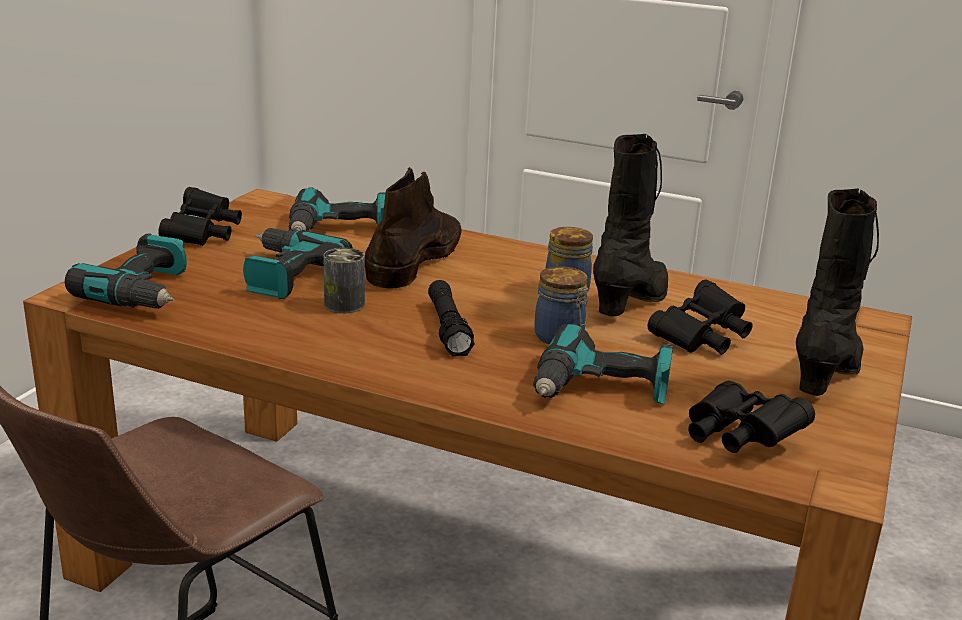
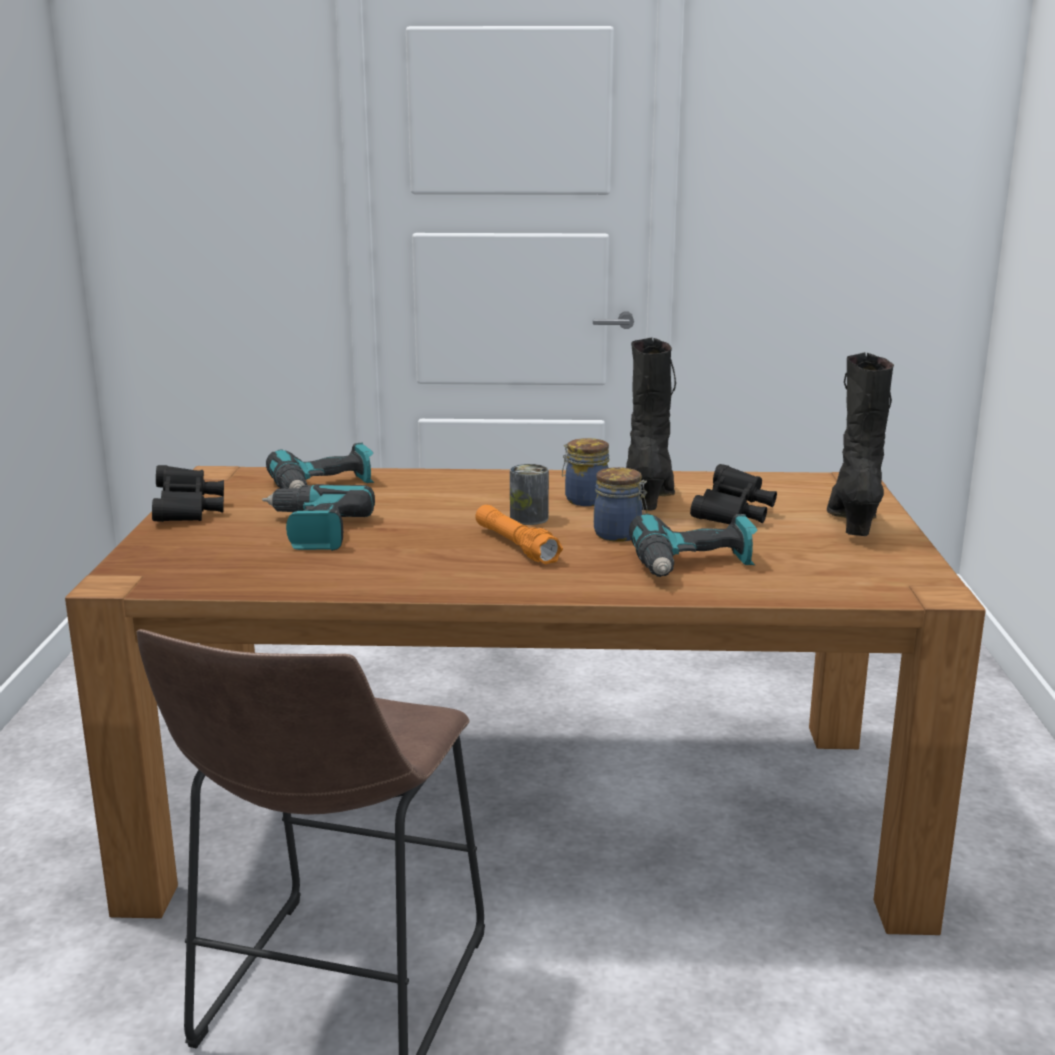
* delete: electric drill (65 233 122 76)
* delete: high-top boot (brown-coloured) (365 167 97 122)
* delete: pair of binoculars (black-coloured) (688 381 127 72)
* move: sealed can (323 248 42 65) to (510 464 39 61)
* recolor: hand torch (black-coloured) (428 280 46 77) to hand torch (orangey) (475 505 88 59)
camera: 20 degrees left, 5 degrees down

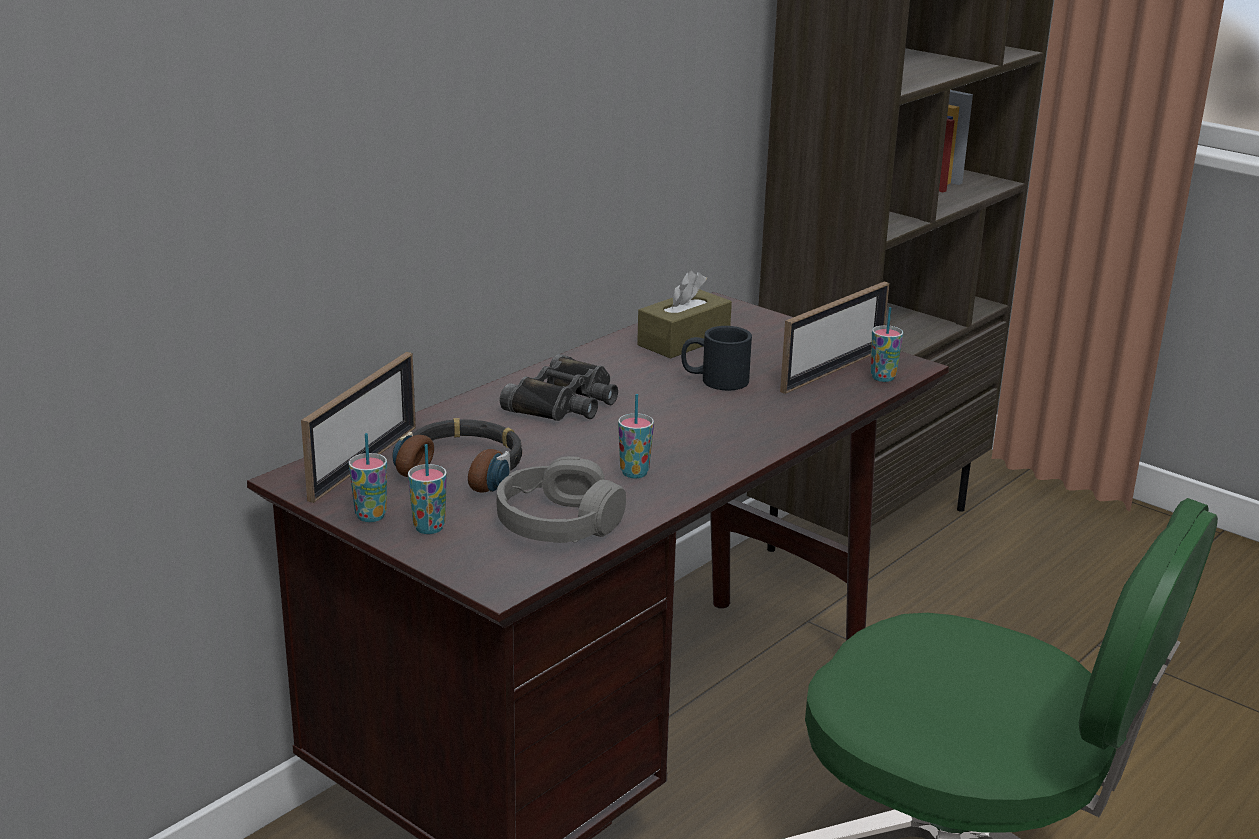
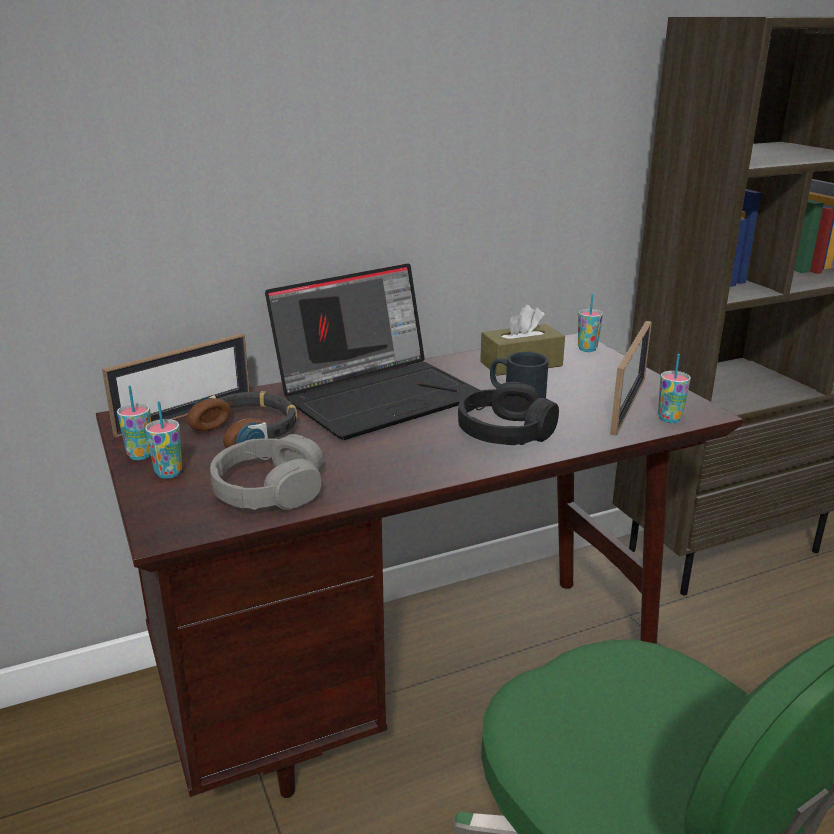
* insert: headphones (black-coloured) (458 382 101 63)
* move: drinking cup (618 394 36 84) to (578 294 25 58)
* replace: pair of binoculars (black-coloured) (500 354 118 67) to notebook computer (265 263 215 177)
* rotate: photo frame (780 281 109 113) = (610 321 42 115) 45 degrees counterclockwise
camera: 25 degrees right, 0 degrees up

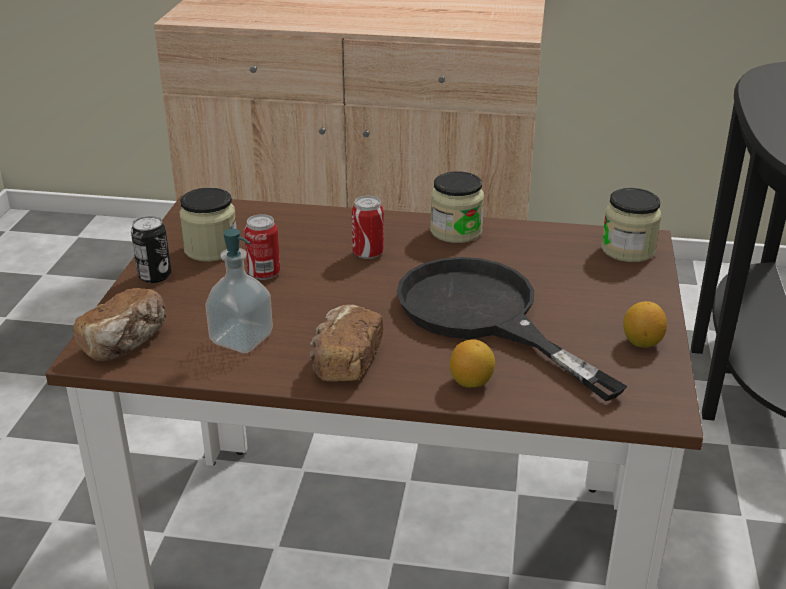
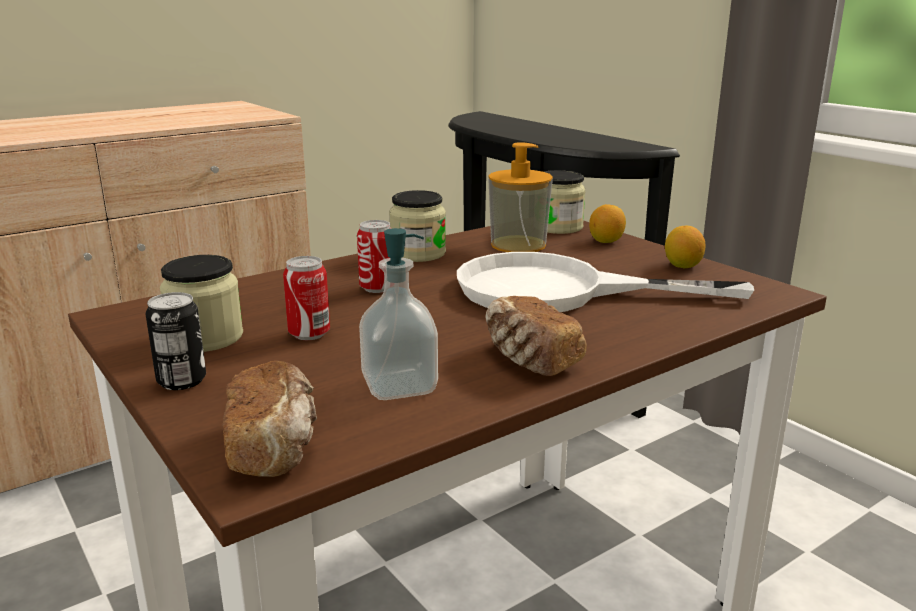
* insert: liquid soap bottle (488 142 65 110)
* move: whole lemon (450 339 45 49) to (589 204 37 39)
* recolor: skillet (black-coloured) (397 257 230 144) to skillet (white) (457 252 297 60)
camera: 45 degrees left, 10 degrees down

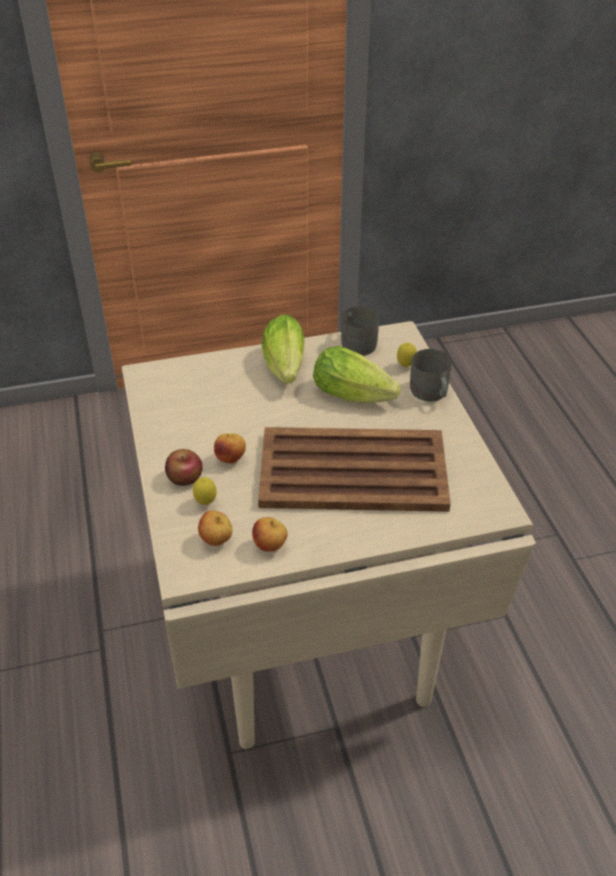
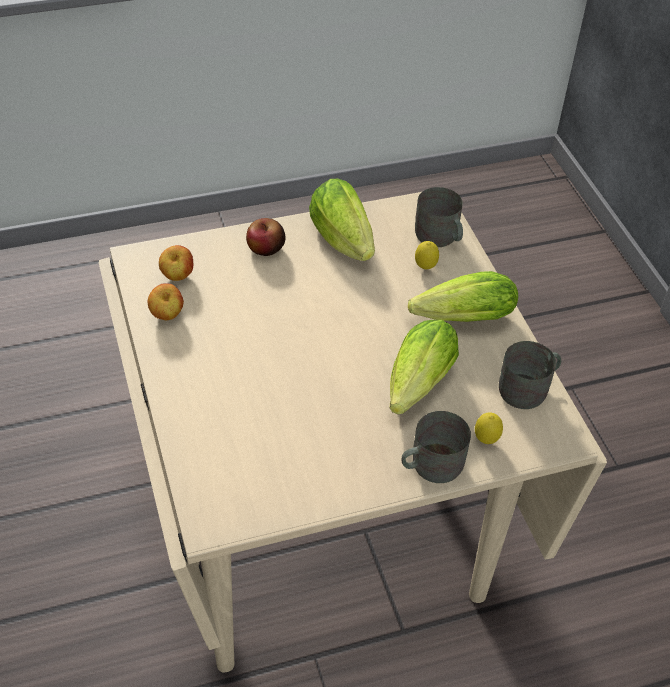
* delete: whole apple (214 433 32 31)
* delete: serving tray (brown-coloured) (258 427 193 85)
* insert: lettuce head (309 179 66 82)
* insert: tea mug (grey) (415 187 48 60)
* move: whole lemon (193 477 24 28) to (415 241 24 28)
camera: 85 degrees right, 5 degrees up

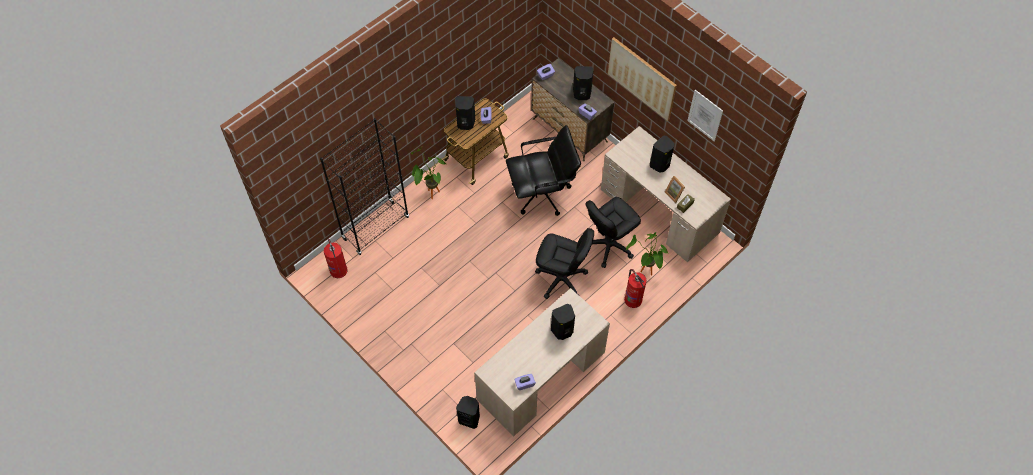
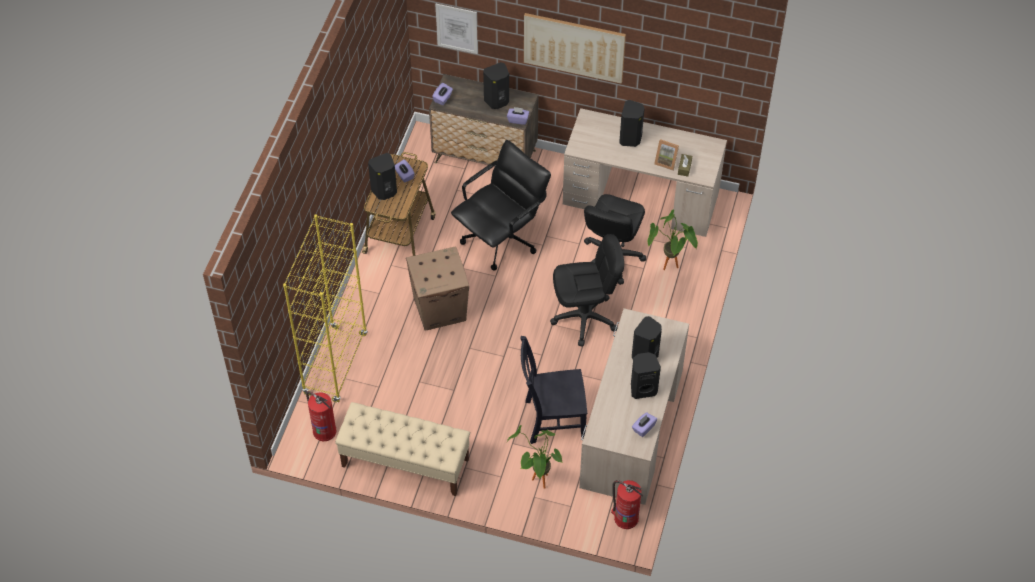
* insert: long seat (sand-coloured) (335 402 135 94)
* insert: cardboard box (406 246 63 85)
* insert: upright chair (black-coloured) (520 336 67 108)
* move: houseplant (411 146 35 53) to (507 425 56 64)
* move: loudspeaker (black-coloured) (456 396 24 33) to (631 352 30 47)
* move: extinguisher (624 269 23 39) to (611 480 32 49)
* move: picture (687 90 36 51) to (435 4 43 50)
* recolor: bookshelf (black-coloured) (320 118 89 137) to bookshelf (yellowish) (283 214 85 189)
camera: 30 degrees left, 5 degrees down

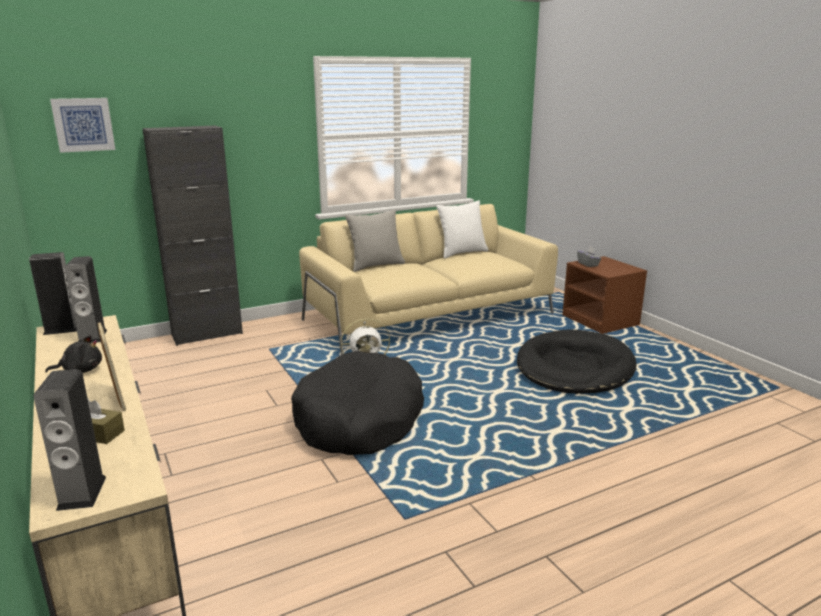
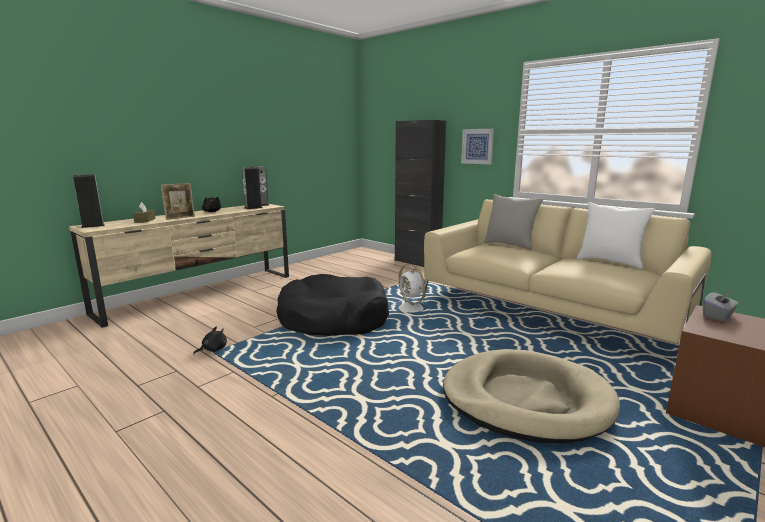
* insert: soft toy (black-coloured) (193 327 34 28)
* move: picture (50 98 66 55) to (461 129 33 36)
* recolor: pet bed (black-coloured) (517 330 120 64) to pet bed (sand-coloured) (443 349 177 94)
camera: 70 degrees right, 5 degrees down

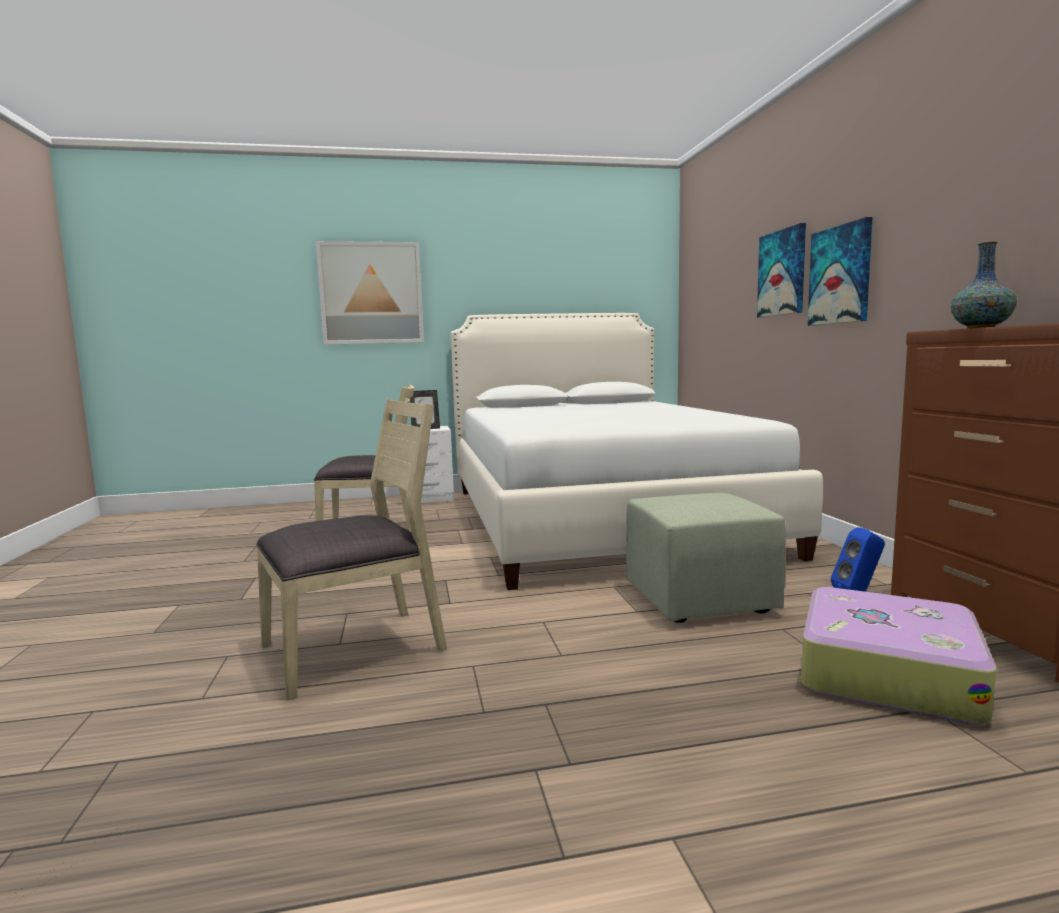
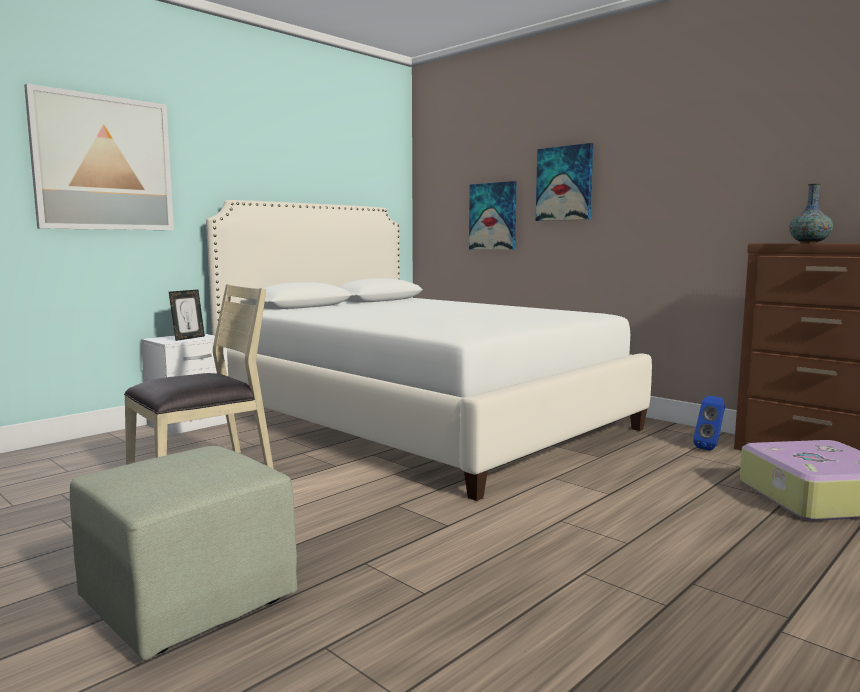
* delete: upright chair (sand-coloured) (256 399 191 302)
* move: footrest (green-coloured) (626 493 160 130) to (70 446 227 214)
* move: picture (808 217 65 109) to (469 181 48 69)
camera: 35 degrees left, 0 degrees up

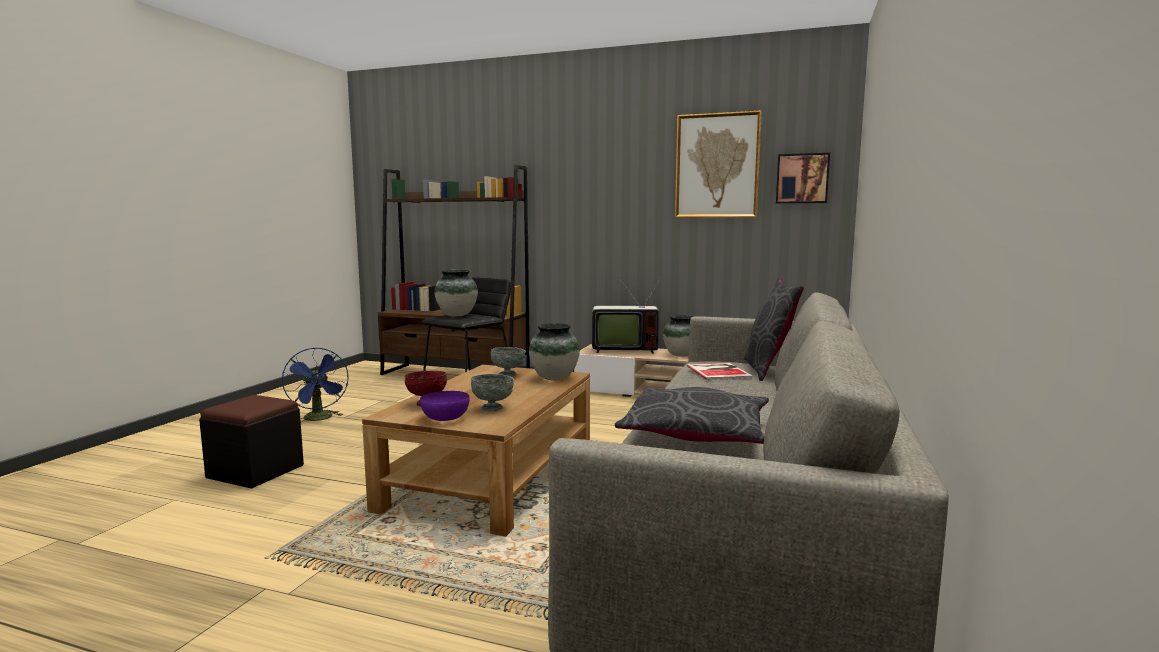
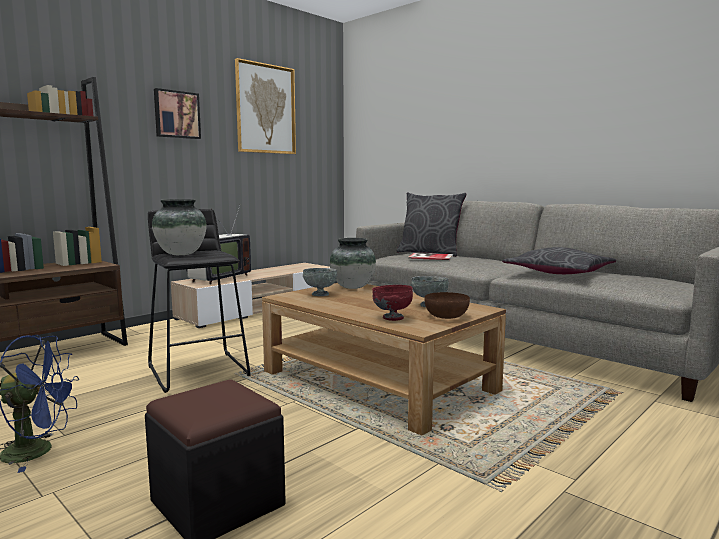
* delete: vase (663 315 30 42)
* move: picture (776 153 54 51) to (154 88 47 51)
* recolor: bowl (purple) (420 391 49 30) to bowl (brown-coloured) (424 292 46 27)
camera: 65 degrees left, 0 degrees up

